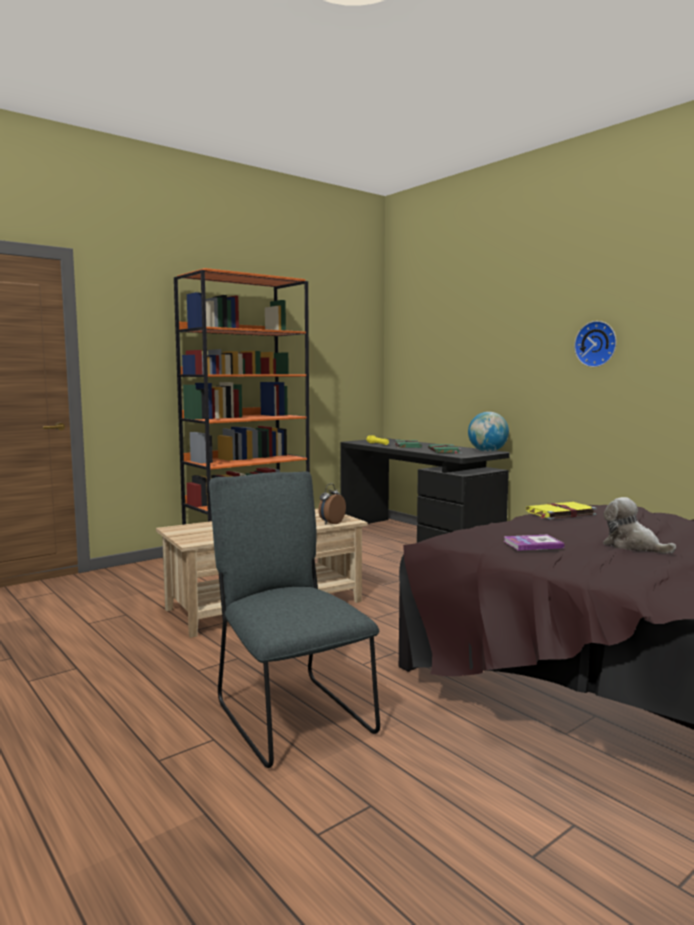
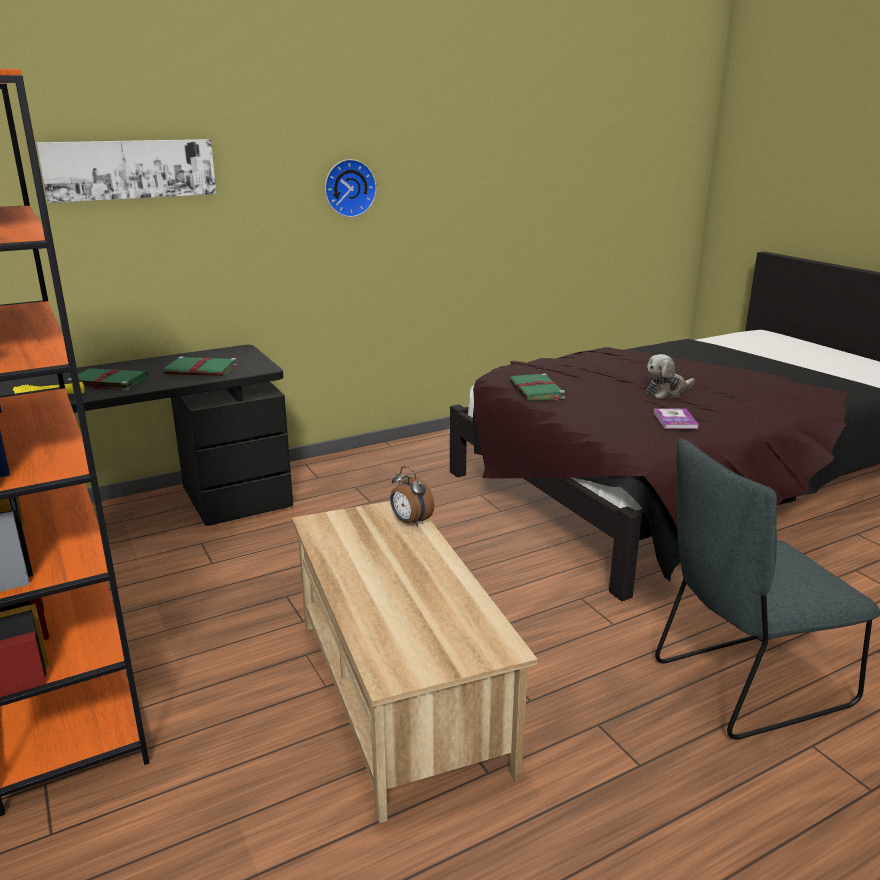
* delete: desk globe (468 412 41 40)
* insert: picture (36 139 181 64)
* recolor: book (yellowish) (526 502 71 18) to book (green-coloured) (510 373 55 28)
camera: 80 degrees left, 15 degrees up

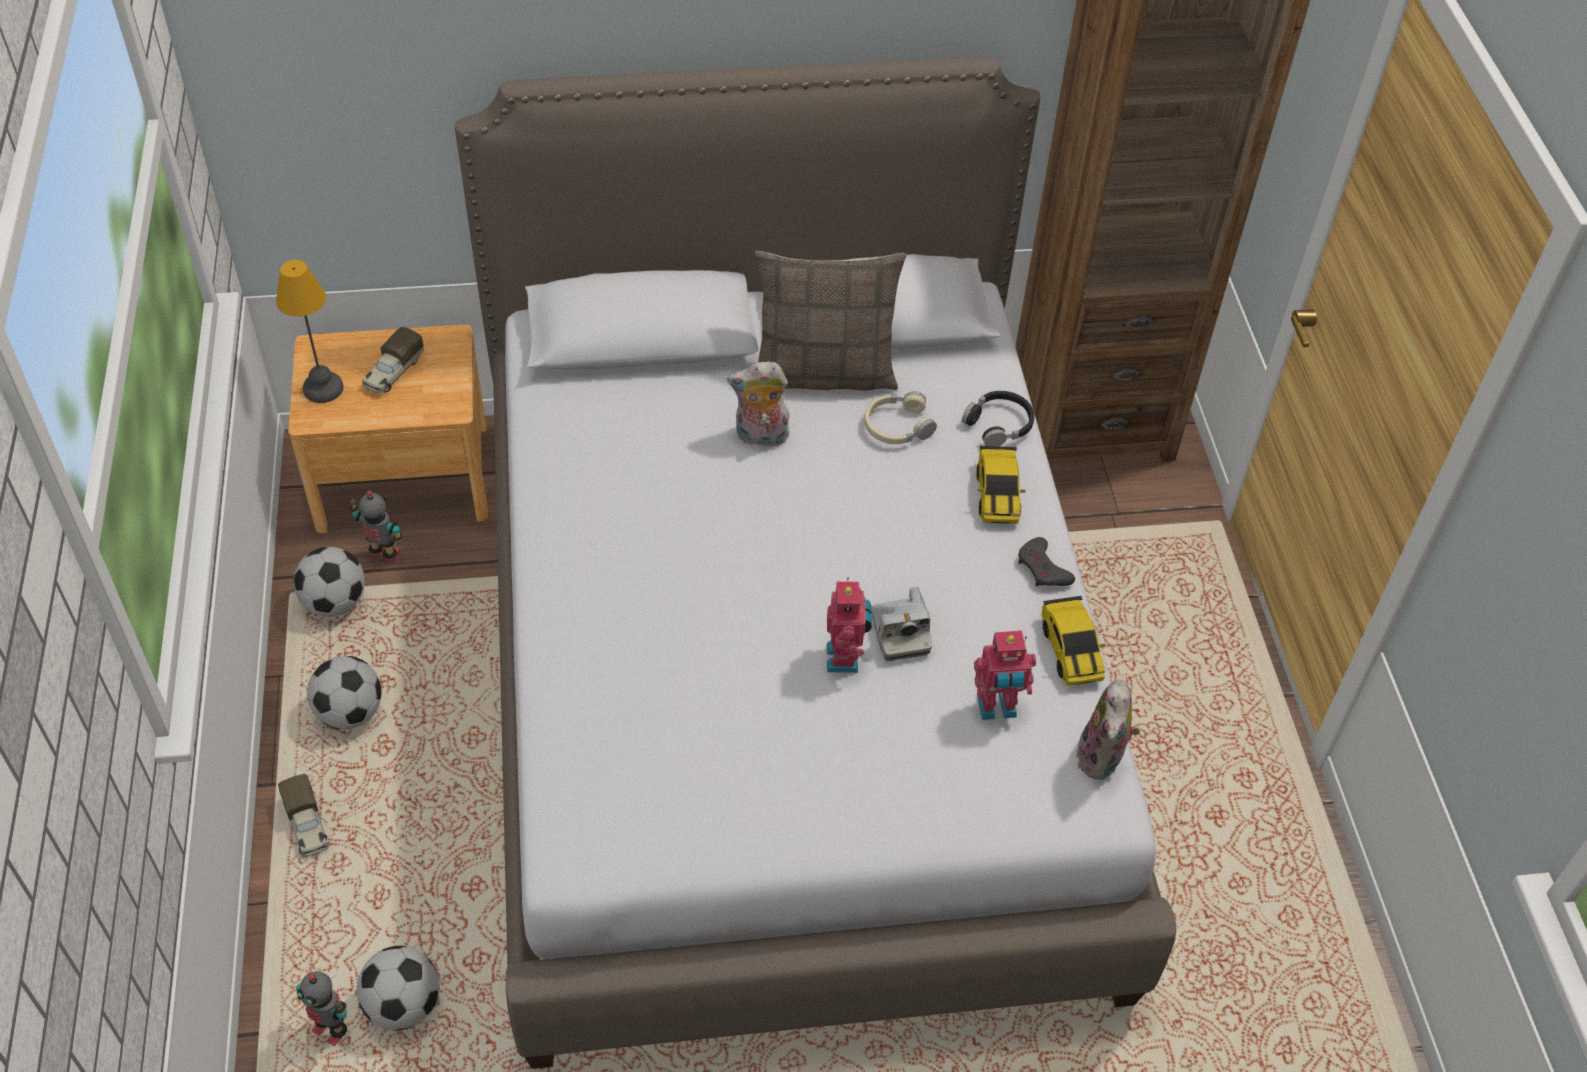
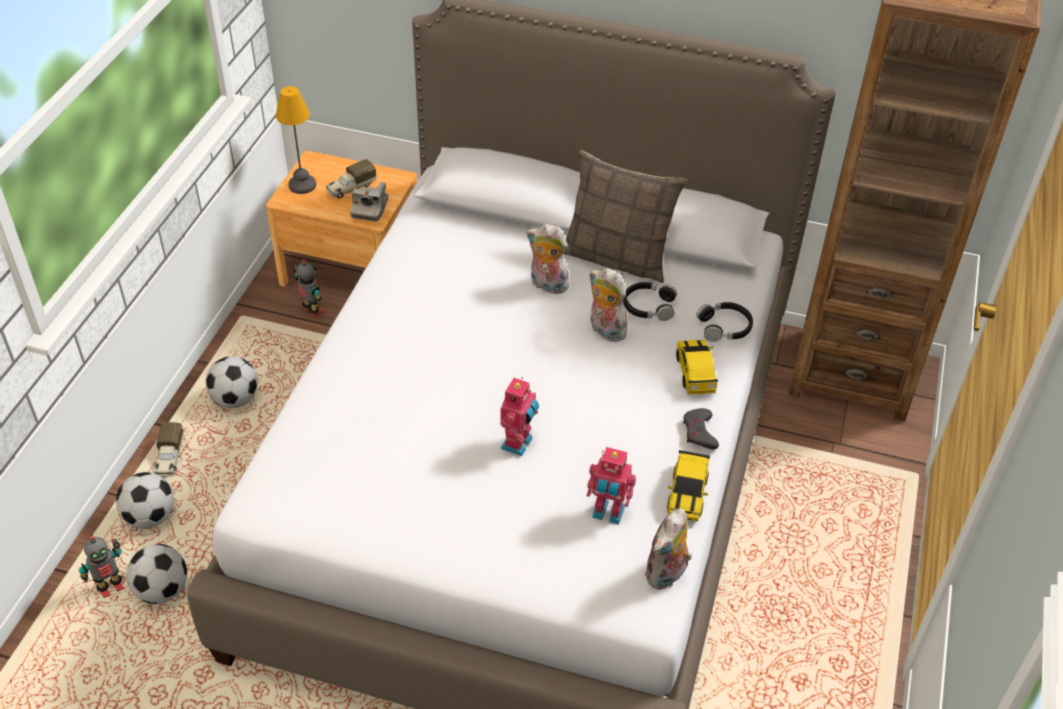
* insert: soft toy (589 268 38 74)
* move: football ball (294 547 71 69) to (116 472 58 57)
* move: still camera (871 587 61 74) to (350 182 38 40)
* recolor: headphones (sand-coloured) (864 391 73 53) to headphones (black-coloured) (623 282 54 39)
* rotate: toy robot (296 971 51 75) = (79 536 45 62) 90 degrees counterclockwise
* rotate: model car (976 446 49 78) = (676 340 42 55) 150 degrees clockwise
camera: 25 degrees right, 5 degrees down

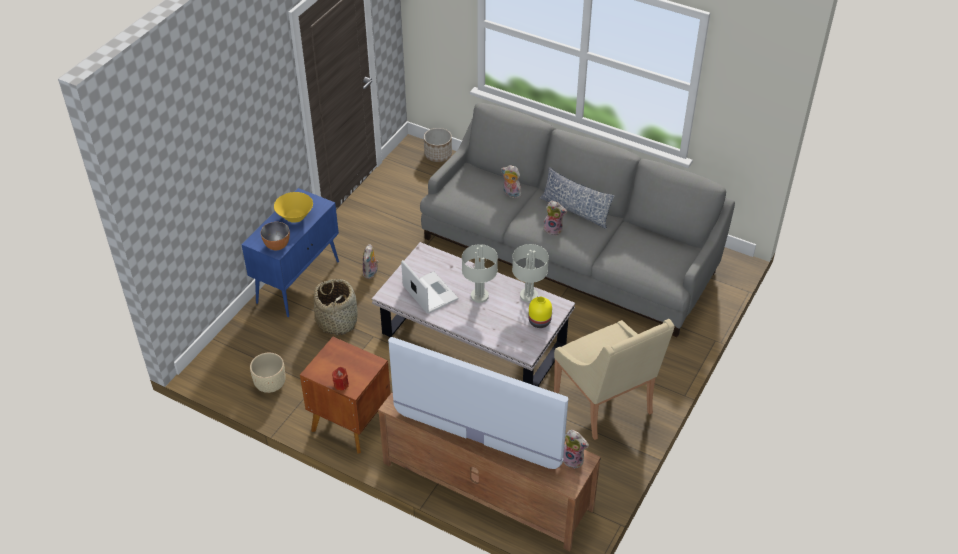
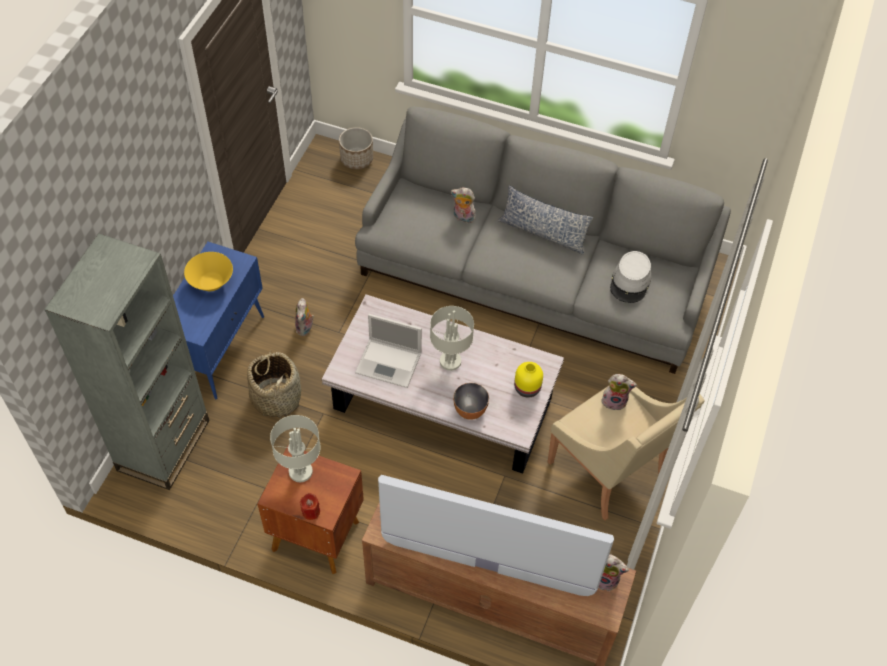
* delete: plant pot (sand-coloured) (250 353 36 40)
* insert: bookshelf (grey) (44 233 165 257)
* insert: clothing hat (grey) (610 251 41 52)
* move: bowl (261 222 29 28) to (453 383 36 37)
* move: table lamp (grey) (512 244 37 59) to (270 415 51 67)
* move: soft toy (543 201 24 35) to (601 374 36 36)
* rotate: notebook computer (401 260 57 54) = (355 314 67 74) 150 degrees clockwise
camera: 10 degrees left, 10 degrees up

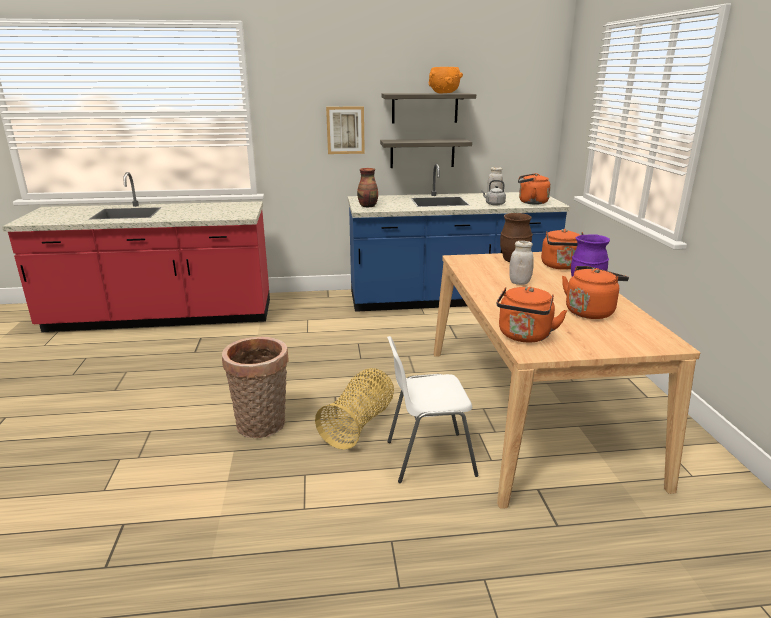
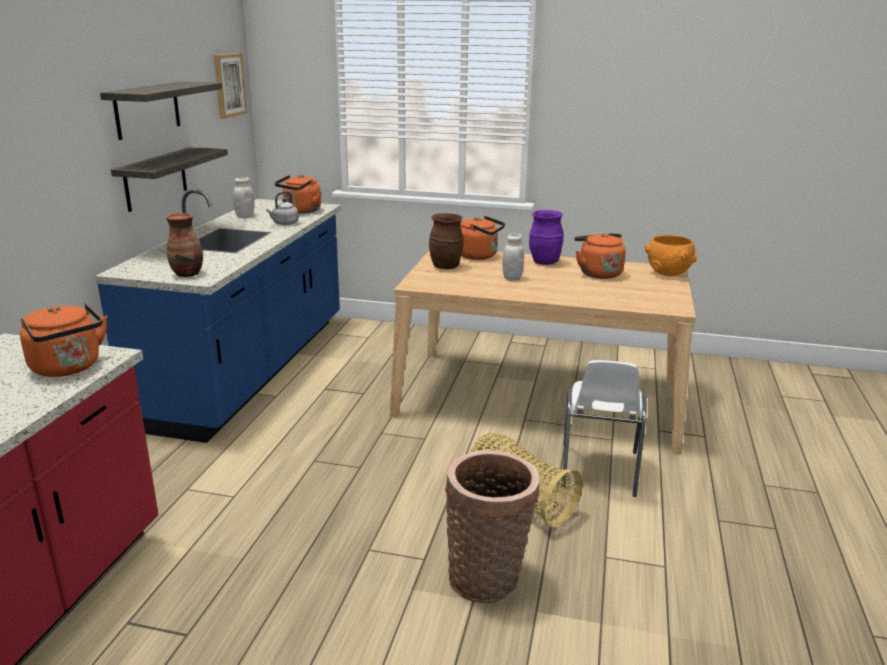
* move: picture (326 106 39 48) to (214 53 33 66)
* move: bowl (orangey) (429 67 34 26) to (645 235 52 41)
* move: water kettle (orangey) (496 287 71 56) to (20 303 87 74)
camera: 70 degrees left, 0 degrees up

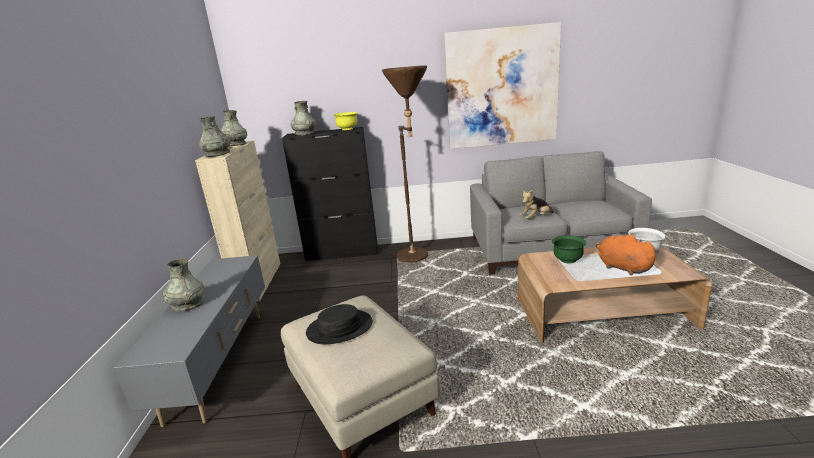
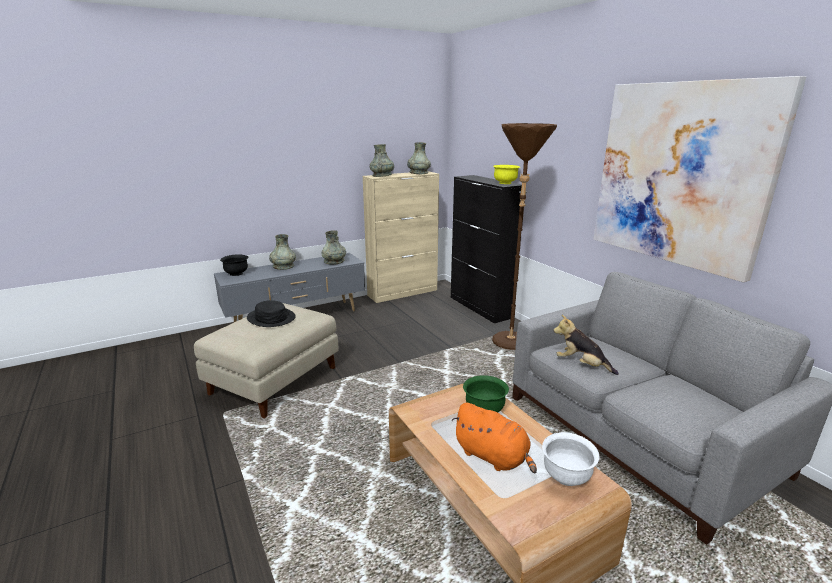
* insert: bowl (black-coloured) (220 255 29 21)
* move: vase (grey) (291 101 25 34) to (322 230 24 34)
* rotate: soft toy (orangey) (596 235 63 40) = (452 403 85 70) 105 degrees clockwise
camera: 60 degrees right, 0 degrees up

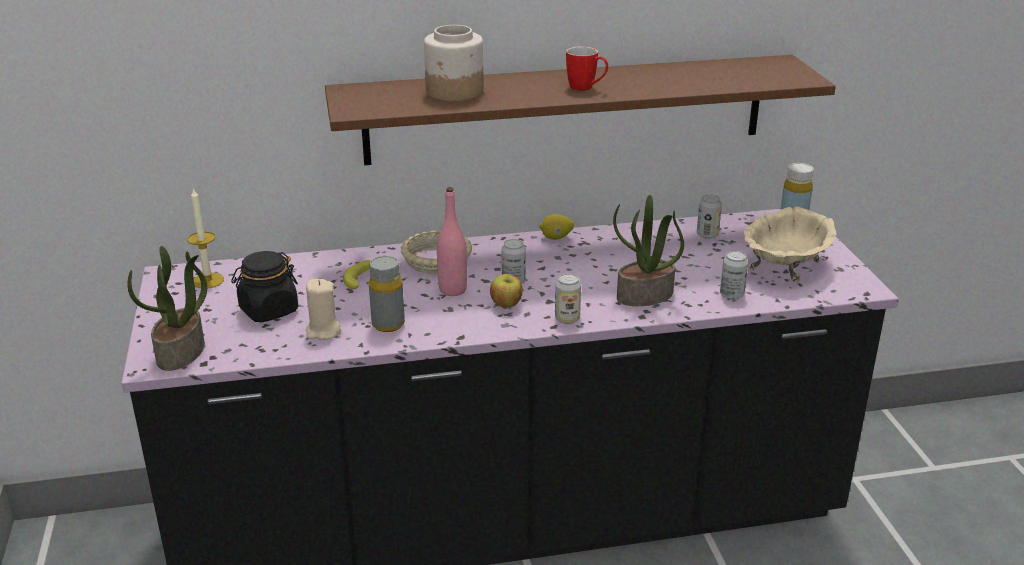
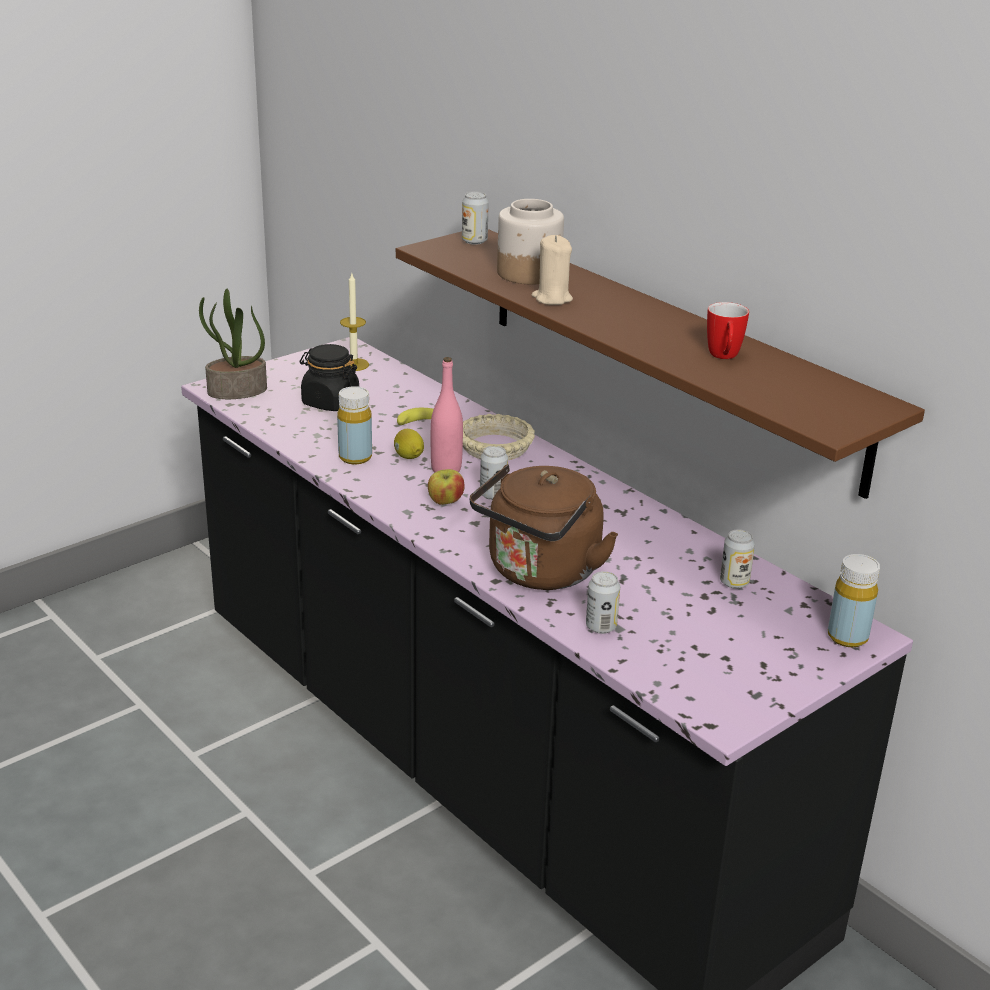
* delete: bowl (sand-coloured) (744 207 92 76)
* move: wax light (sand-coloured) (306 279 35 61) to (532 235 41 70)
* move: whole lemon (540 214 34 26) to (394 429 30 30)
* move: sealed can (555 274 26 50) to (462 191 27 54)
* move: tea mug (566 46 42 45) to (707 302 42 57)
* replace: houseplant (613 195 71 111) to water kettle (brown-coloured) (470 464 148 126)
* recolor: bottle (grey) (369 256 36 76) to bottle (yellowish) (337 386 35 78)
camera: 60 degrees right, 0 degrees up

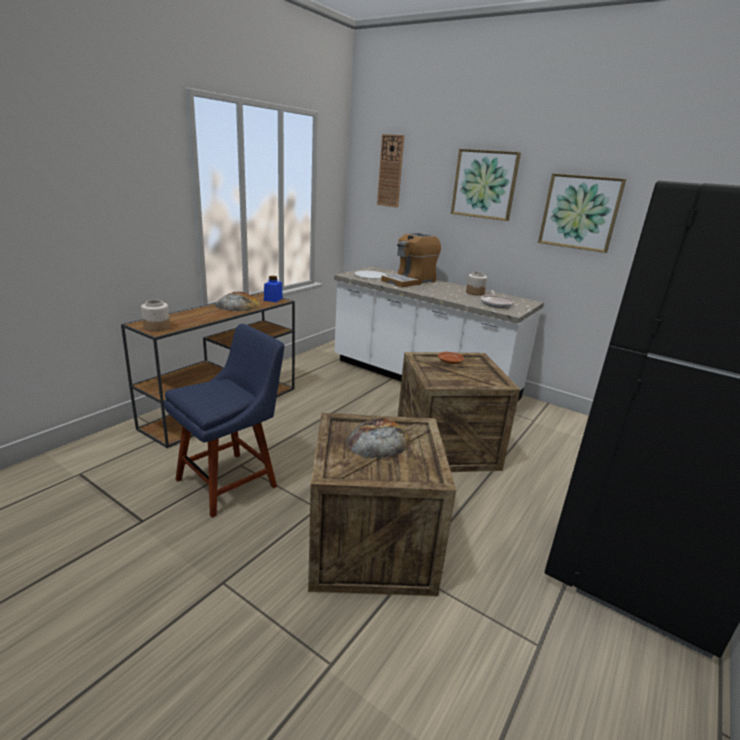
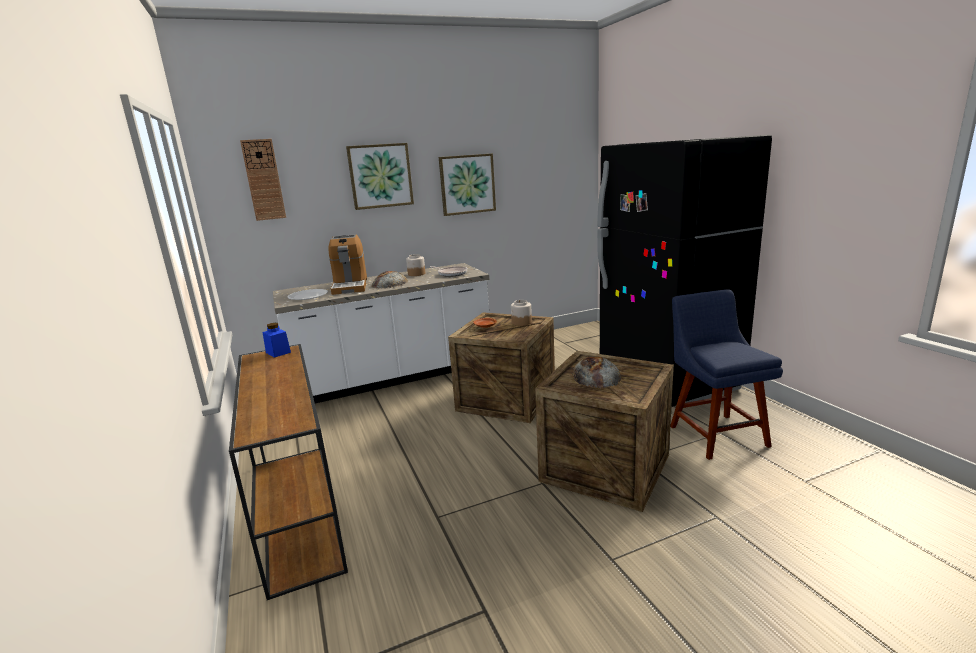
* move: storage jar (141 300 29 32) to (511 300 21 26)
* move: upright chair (blue-coloured) (164 324 121 194) to (670 289 113 171)
* move: bakery bread (215 292 45 19) to (372 271 36 18)
camera: 55 degrees left, 5 degrees down

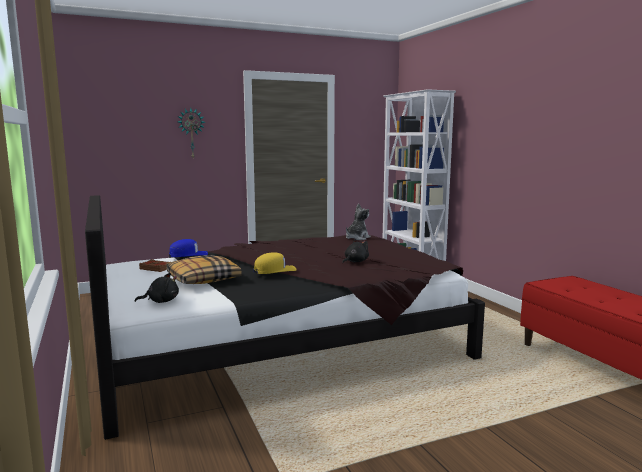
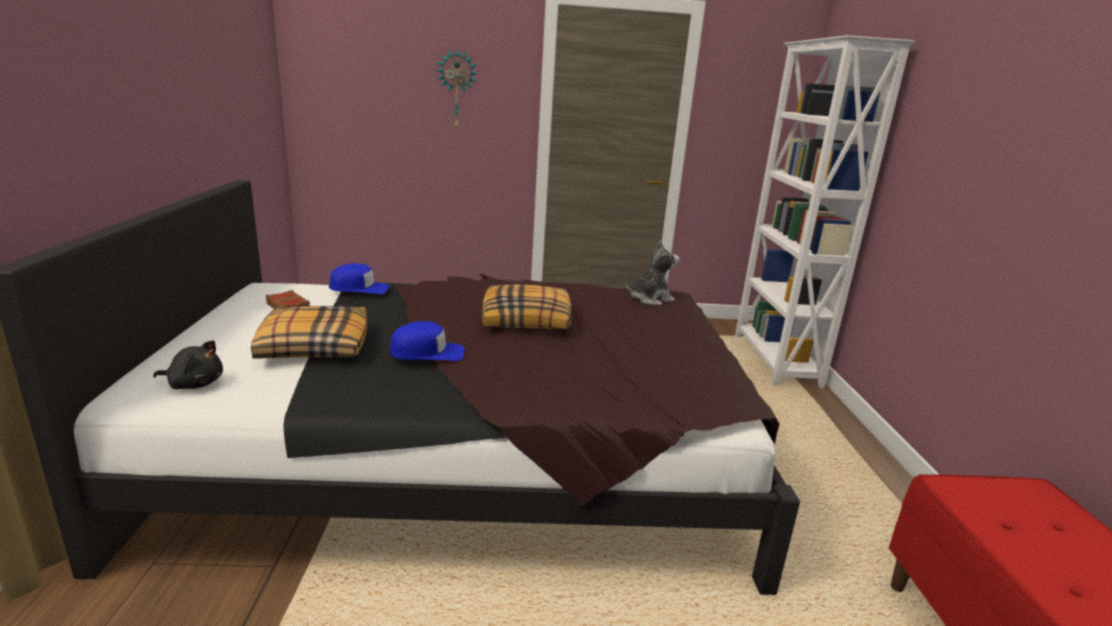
* delete: soft toy (black-coloured) (342 239 27 24)
* insert: pillow (482 284 90 45)
* recolor: cap (yellowish) (253 252 44 22) to cap (blue-coloured) (389 321 76 40)
camera: 20 degrees right, 10 degrees up

